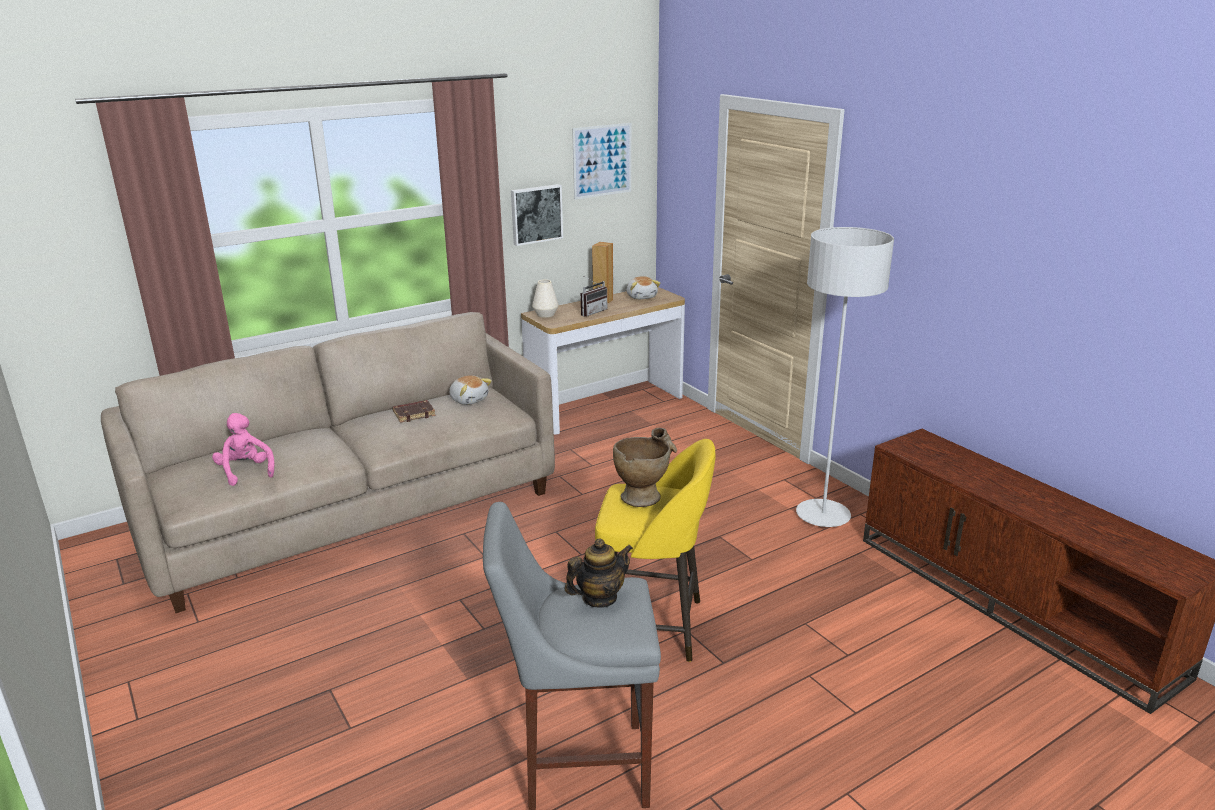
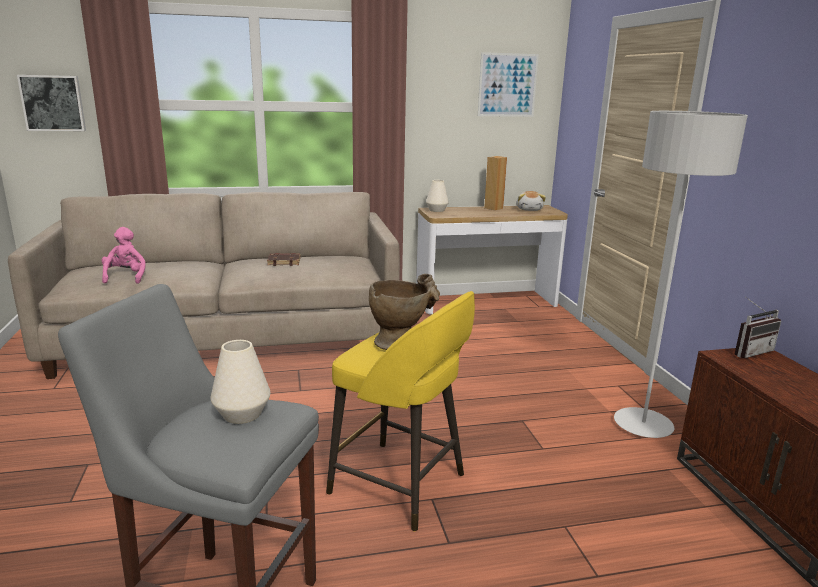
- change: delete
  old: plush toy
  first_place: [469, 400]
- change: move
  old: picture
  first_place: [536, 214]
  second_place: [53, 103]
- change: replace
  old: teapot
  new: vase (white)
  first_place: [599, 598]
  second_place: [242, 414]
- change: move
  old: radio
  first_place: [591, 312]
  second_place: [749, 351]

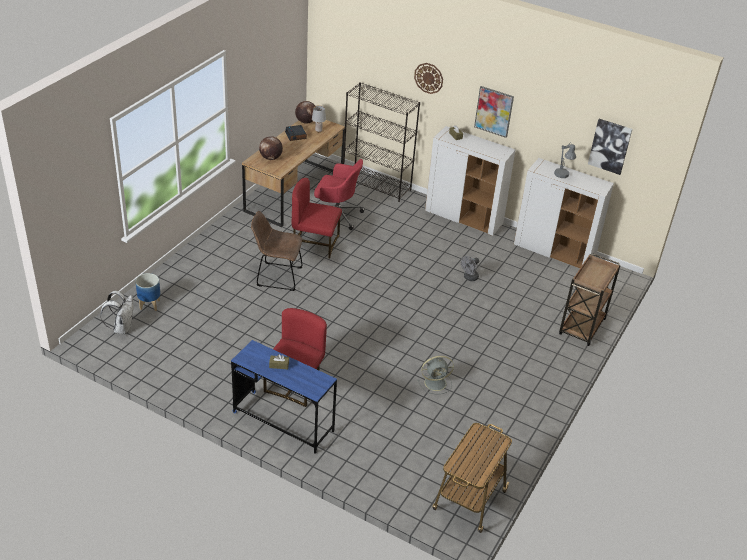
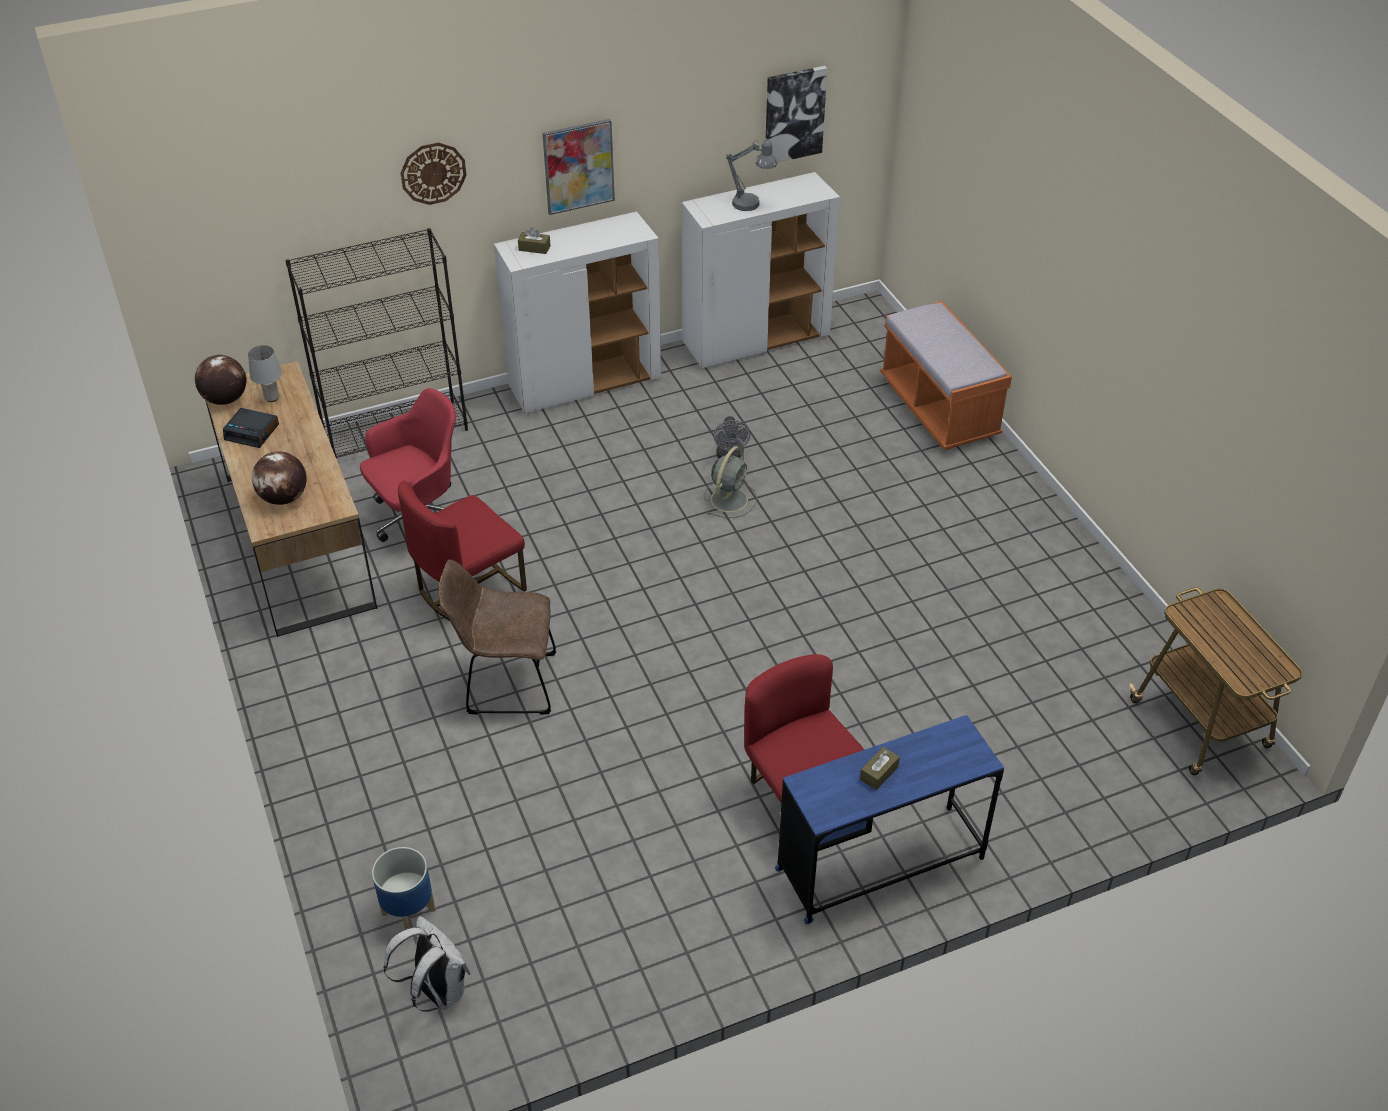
- change: rotate
  old: chair (brown)
  first_place: [276, 276]
  second_place: [506, 683]
  degrees: 45
- change: move
  old: fan (grey)
  first_place: [436, 383]
  second_place: [730, 499]
- change: replace
  old: cart (brown)
  new: bench (orange)
  first_place: [582, 327]
  second_place: [938, 408]

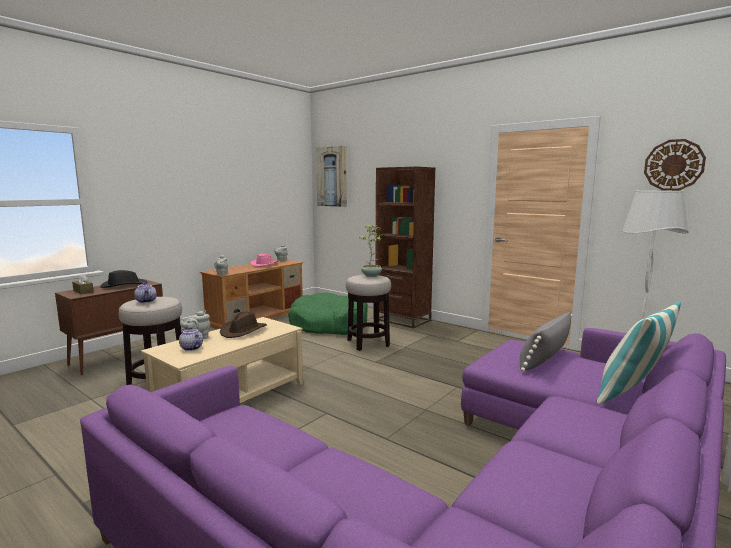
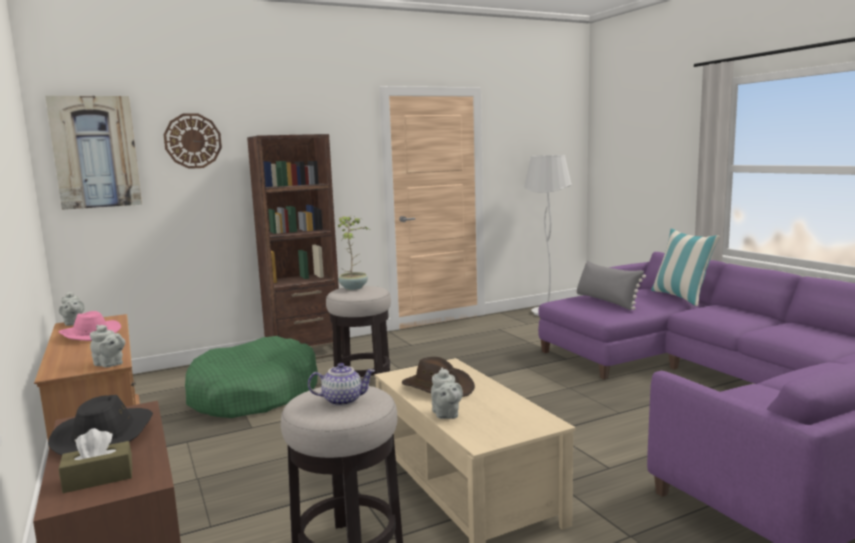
- change: delete
  old: teapot
  first_place: [191, 348]
- change: move
  old: wall clock
  first_place: [673, 165]
  second_place: [193, 141]

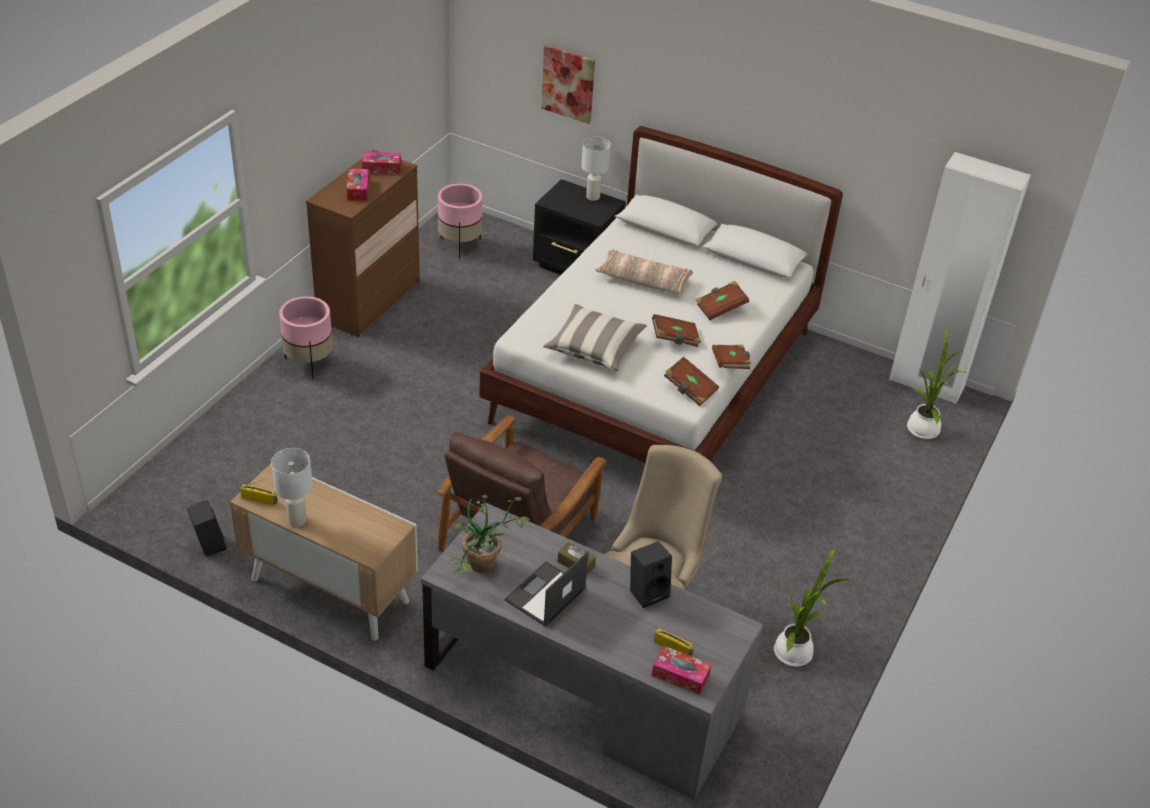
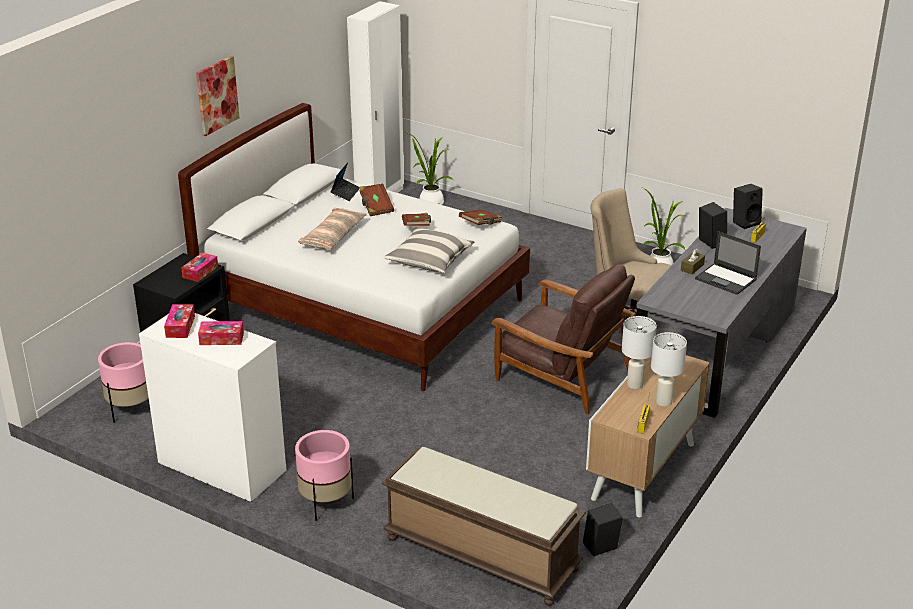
- change: recolor
  old: dresser (brown)
  new: dresser (white)
  first_place: [369, 301]
  second_place: [222, 467]
- change: delete
  old: potted plant
  first_place: [483, 569]
- change: move
  old: picture
  first_place: [568, 84]
  second_place: [216, 95]
- change: move
  old: table lamp (white)
  first_place: [592, 197]
  second_place: [635, 385]
- change: move
  old: tissue box
  first_place: [680, 675]
  second_place: [200, 272]
- change: delete
  old: book (brown)
  first_place: [731, 364]
- change: insert
  new: laptop
  second_place: [345, 193]
- change: insert
  new: bench (brown)
  second_place: [479, 554]
- change: insert
  new: speaker (black)
  second_place: [745, 222]

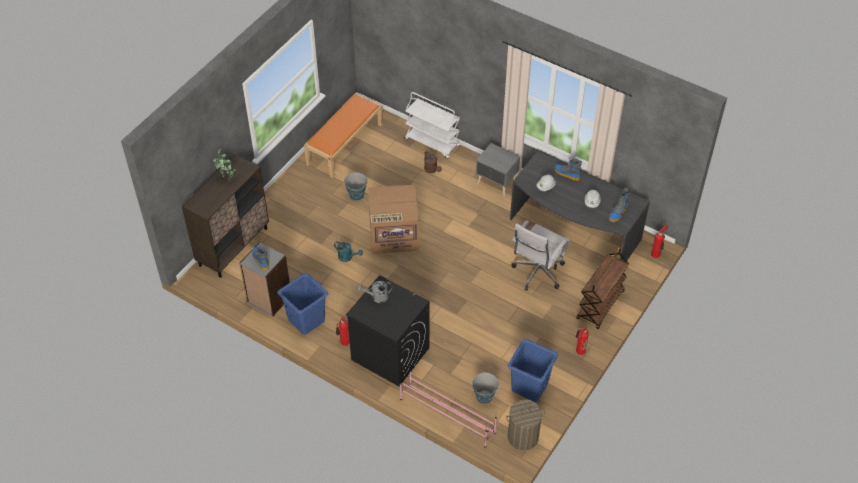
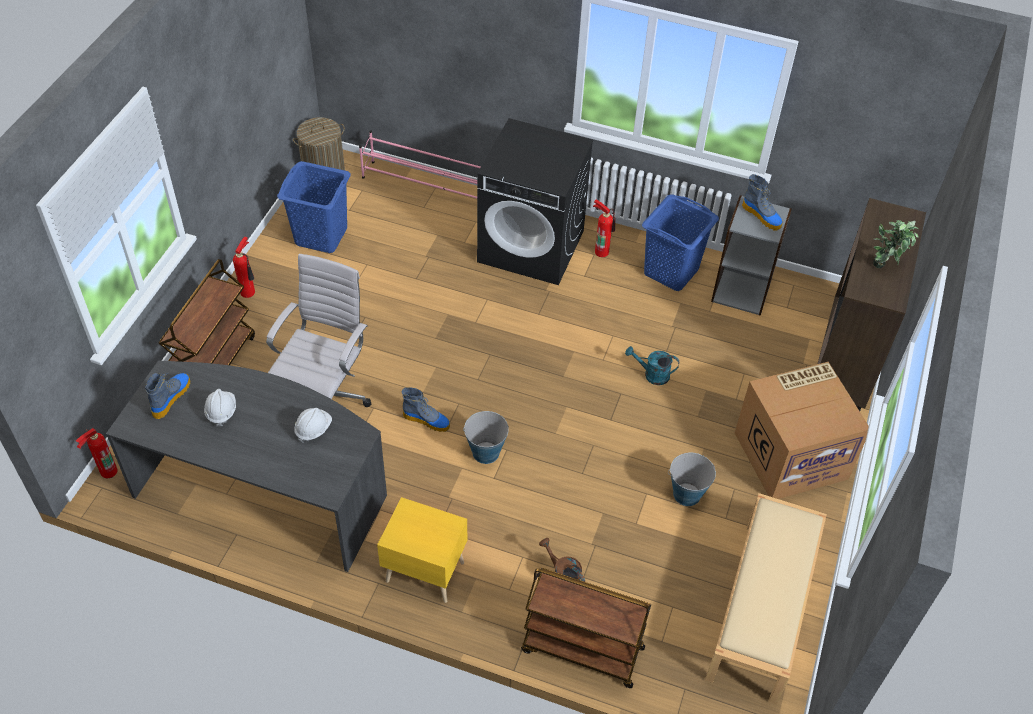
- change: recolor
  old: bench (orange)
  new: bench (beige)
  first_place: [345, 143]
  second_place: [762, 610]
- change: delete
  old: watering can (grey)
  first_place: [376, 297]
- change: move
  old: cardboard box
  first_place: [393, 234]
  second_place: [791, 454]
- change: recolor
  old: cart (white)
  new: cart (brown)
  first_place: [432, 143]
  second_place: [581, 649]
- change: move
  old: bucket
  first_place: [484, 396]
  second_place: [485, 452]
- change: recolor
  old: nightstand (grey)
  new: nightstand (yellow)
  first_place: [496, 184]
  second_place: [424, 570]
- change: move
  old: boot
  first_place: [566, 174]
  second_place: [427, 420]

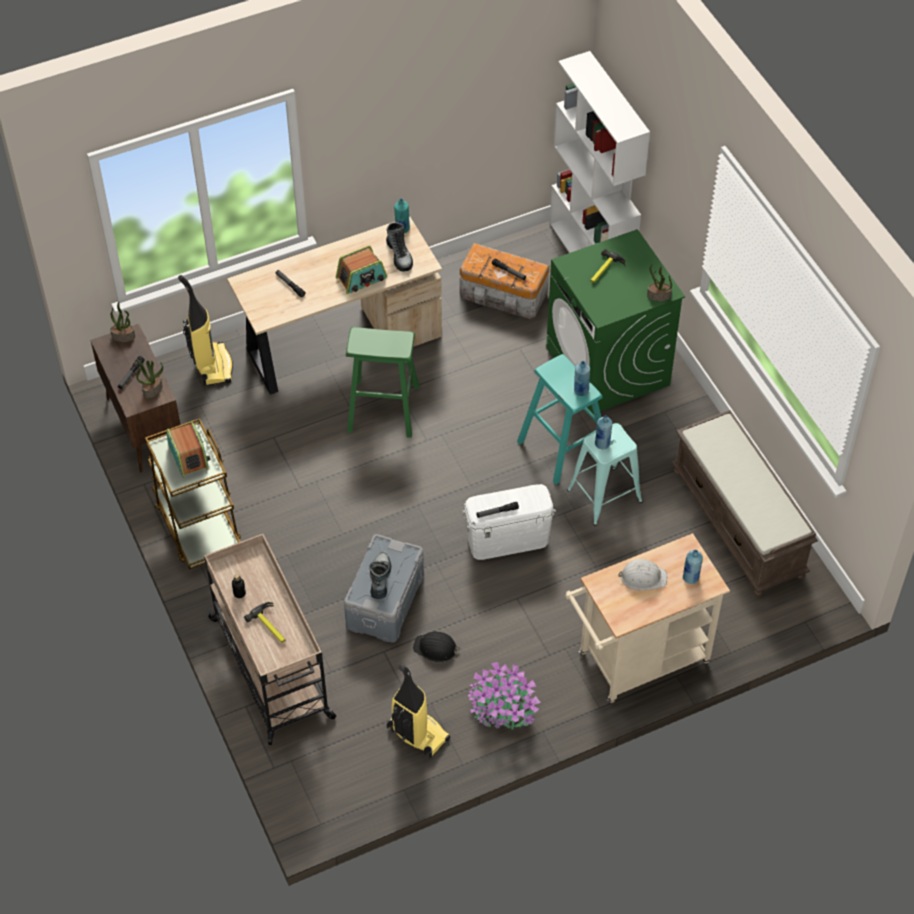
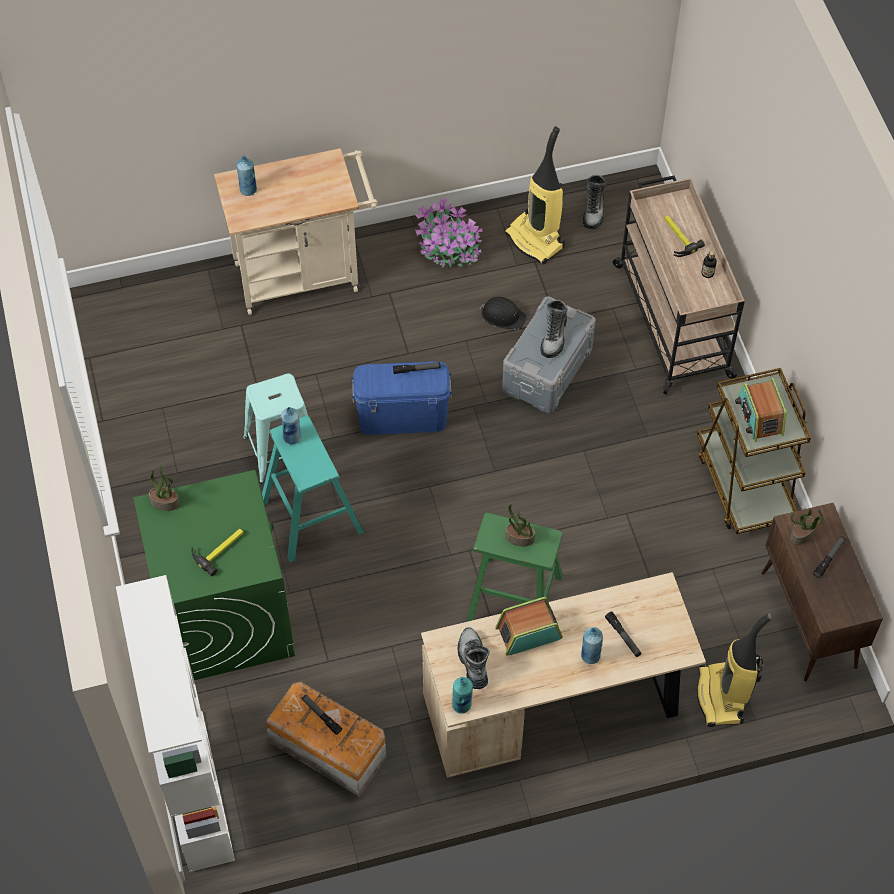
- change: move
  old: potted plant
  first_place: [124, 336]
  second_place: [519, 538]
- change: recolor
  old: storage box (white)
  new: storage box (blue)
  first_place: [508, 539]
  second_place: [402, 417]
- change: move
  old: bottle (blue)
  first_place: [602, 444]
  second_place: [590, 655]
- change: delete
  old: hard hat (white)
  first_place: [643, 577]
- change: delete
  old: bench (brown)
  first_place: [739, 523]
- change: insert
  new: boot
  second_place: [594, 210]

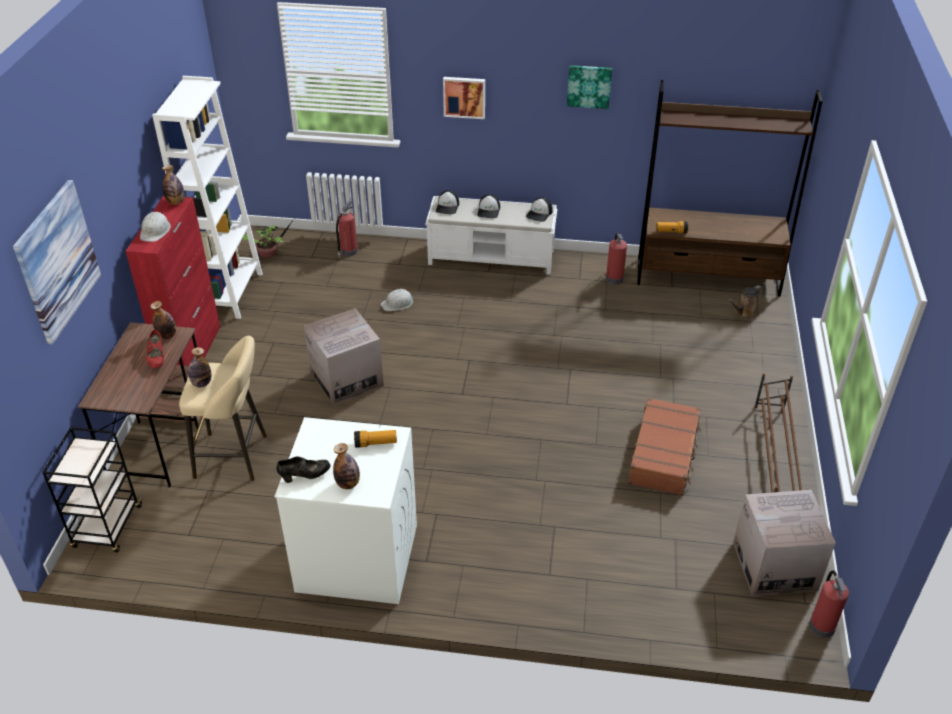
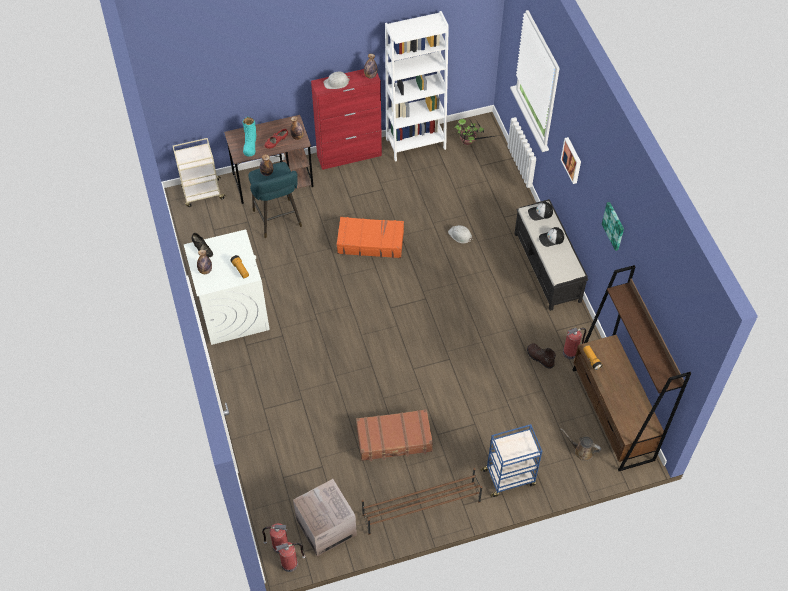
- change: delete
  old: picture
  first_place: [57, 261]
- change: recolor
  old: cart (black)
  new: cart (beige)
  first_place: [107, 527]
  second_place: [202, 193]
- change: recolor
  old: stool (beige)
  new: stool (turquoise)
  first_place: [235, 457]
  second_place: [278, 221]
- change: replace
  old: cardboard box
  new: suitcase (orange)
  first_place: [346, 379]
  second_place: [370, 242]
- change: move
  old: fire extinguisher
  first_place: [348, 251]
  second_place: [279, 545]
- change: recolor
  old: bench (white)
  new: bench (black)
  first_place: [492, 257]
  second_place: [547, 268]
- change: delete
  old: cap
  first_place: [539, 213]
- change: insert
  new: boot (turquoise)
  second_place: [250, 144]
- change: insert
  new: cart (blue)
  second_place: [509, 477]
- change: insert
  new: boot (brown)
  second_place: [540, 358]

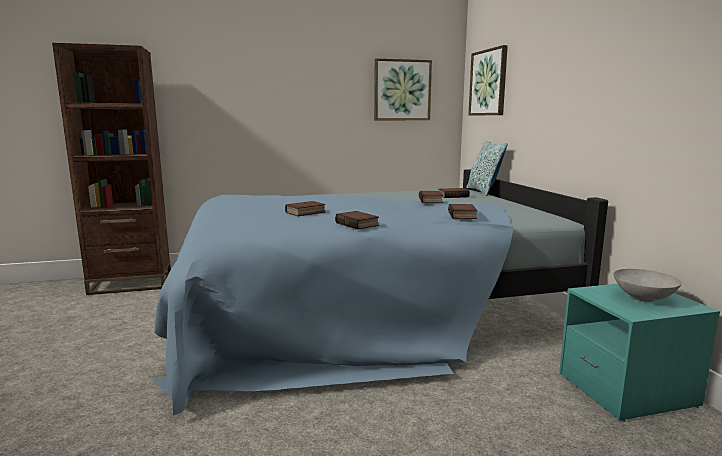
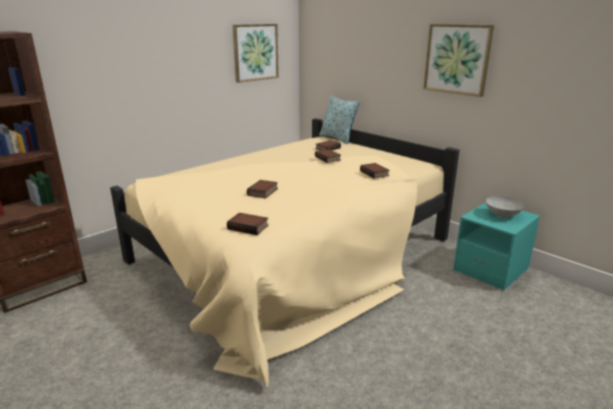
- change: recolor
  old: bed (blue)
  new: bed (beige)
  first_place: [366, 310]
  second_place: [293, 255]
- change: move
  old: book
  first_place: [358, 224]
  second_place: [249, 227]
- change: move
  old: picture
  first_place: [488, 83]
  second_place: [457, 59]

